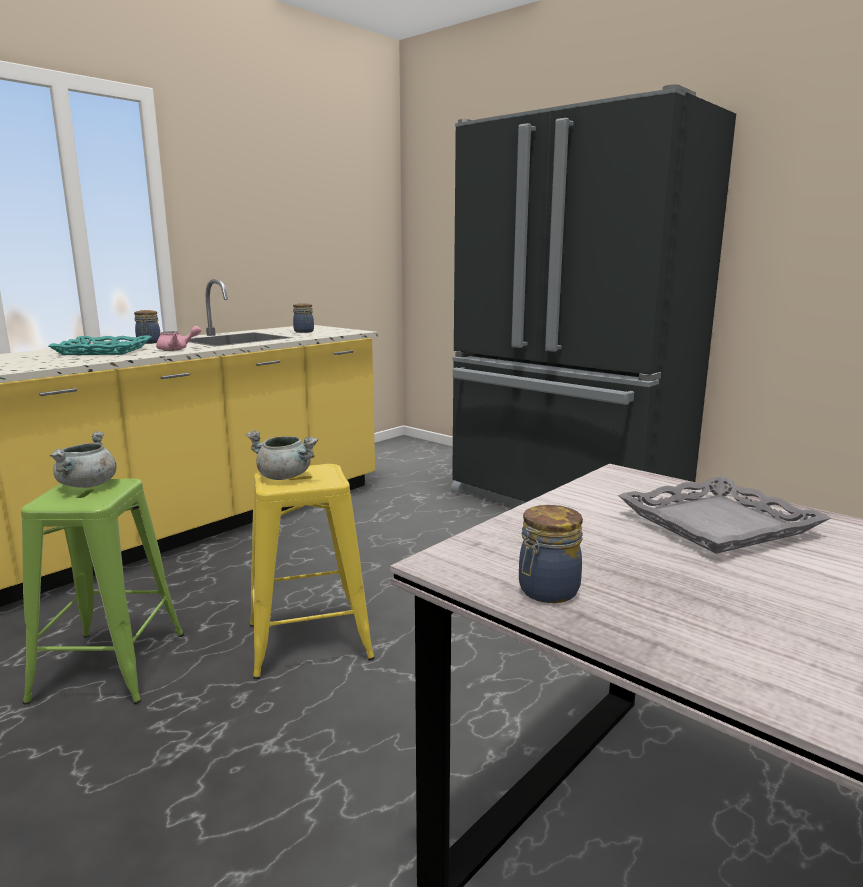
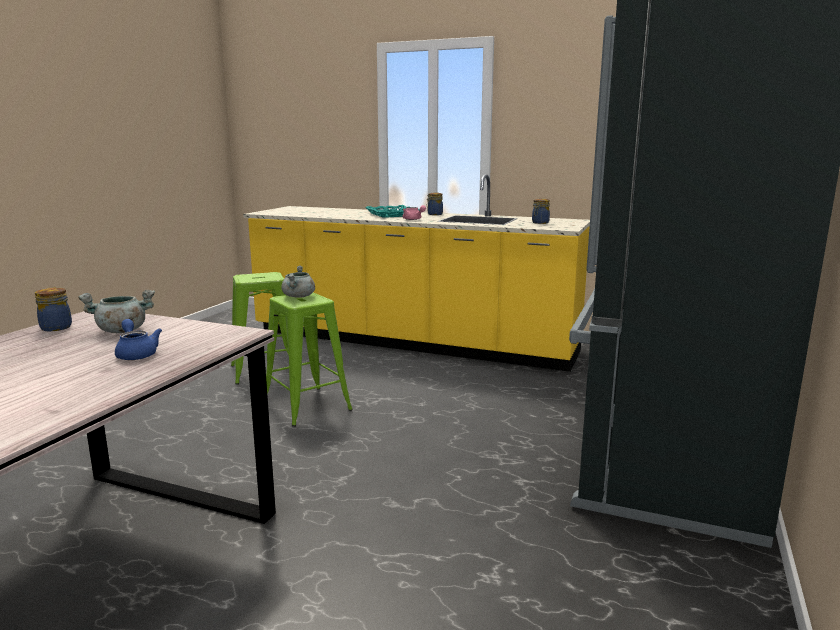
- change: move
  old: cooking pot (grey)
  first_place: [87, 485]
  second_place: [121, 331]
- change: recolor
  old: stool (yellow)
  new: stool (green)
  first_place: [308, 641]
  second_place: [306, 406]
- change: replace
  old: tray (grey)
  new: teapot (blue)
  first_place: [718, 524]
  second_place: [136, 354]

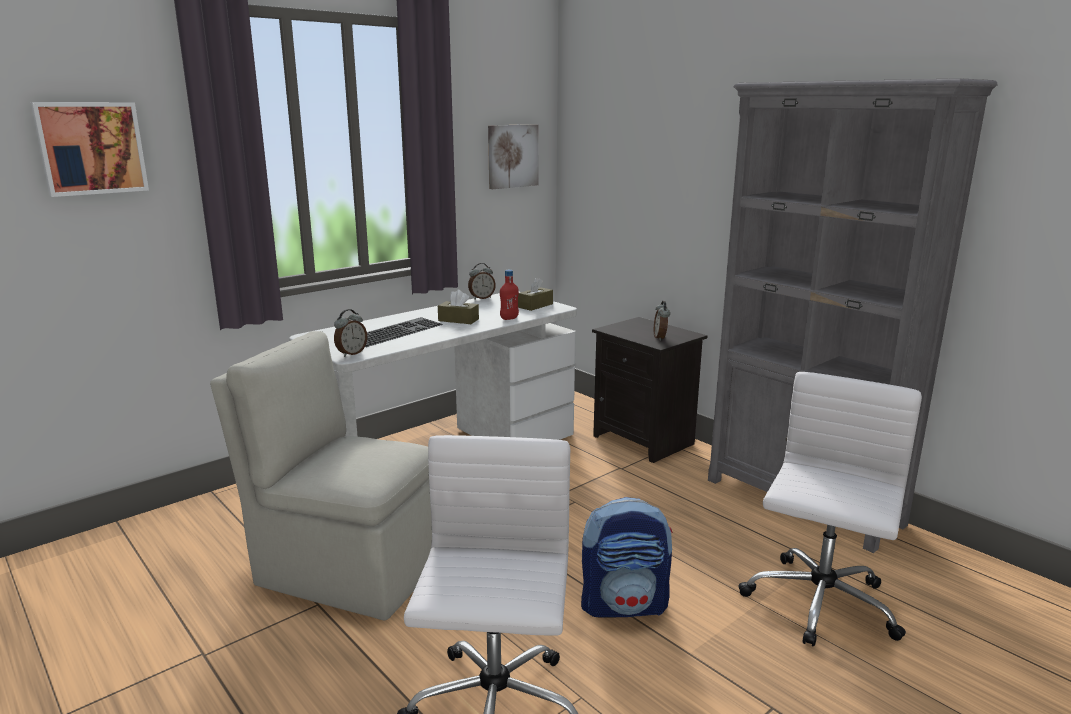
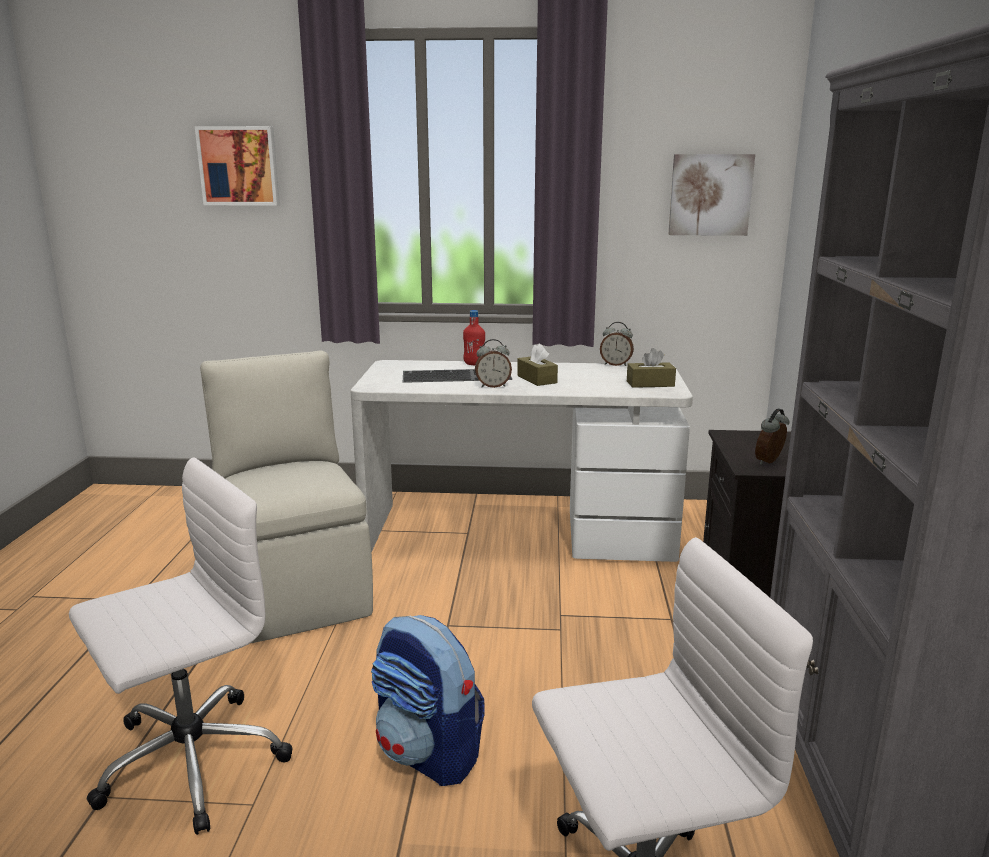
- change: move
  old: alarm clock
  first_place: [351, 353]
  second_place: [493, 386]
- change: move
  old: bottle (red)
  first_place: [509, 318]
  second_place: [474, 364]

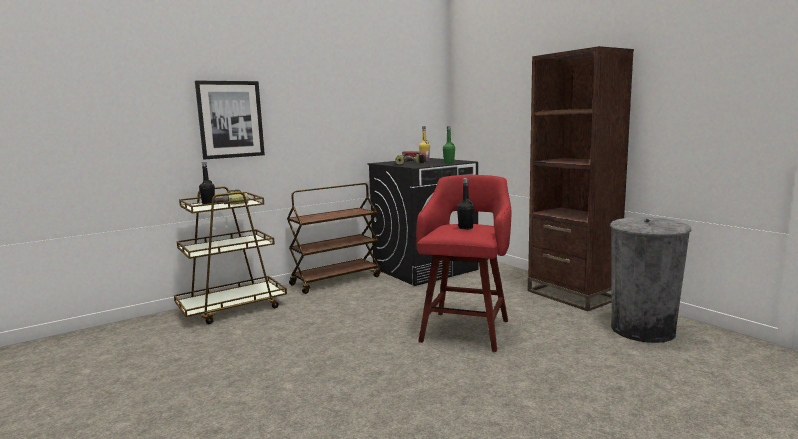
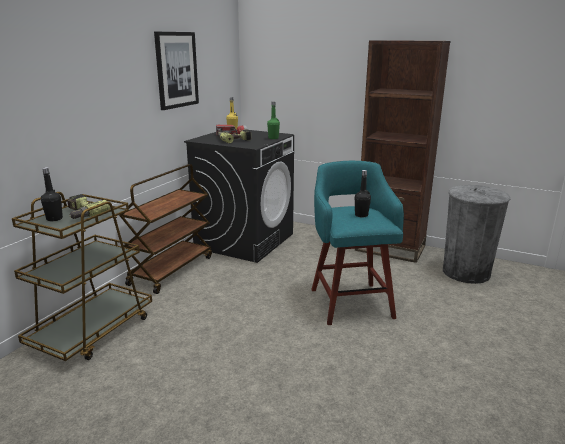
- change: move
  old: picture
  first_place: [230, 119]
  second_place: [176, 70]
- change: recolor
  old: stool (red)
  new: stool (turquoise)
  first_place: [466, 329]
  second_place: [350, 301]

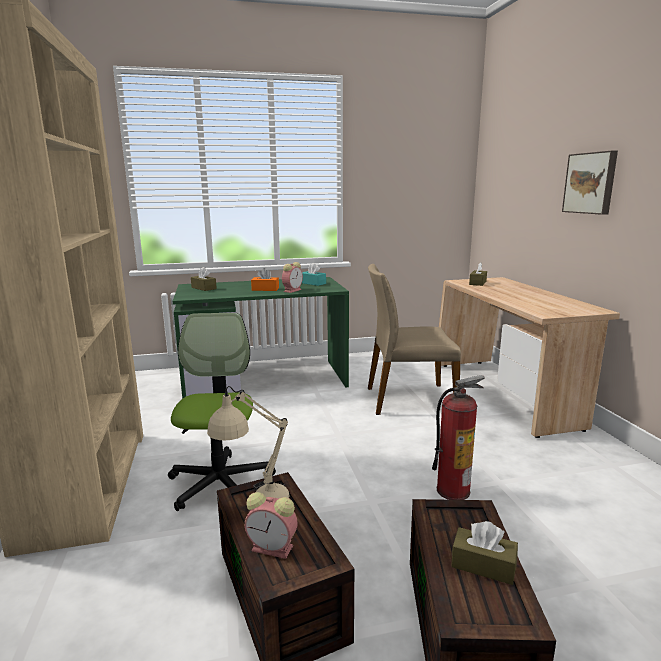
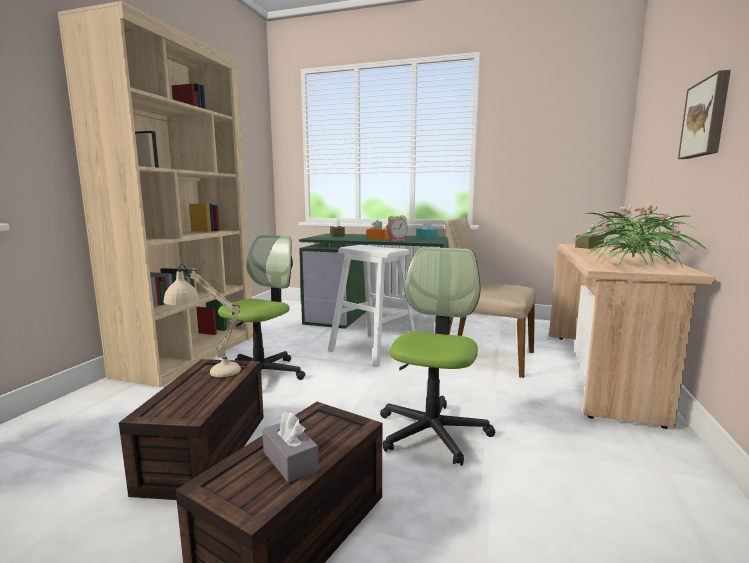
- change: delete
  old: alarm clock
  first_place: [274, 548]
- change: replace
  old: fire extinguisher
  new: office chair
  first_place: [453, 490]
  second_place: [432, 432]
- change: recolor
  old: tissue box (brown)
  new: tissue box (grey)
  first_place: [483, 565]
  second_place: [290, 460]
- change: insert
  new: stool (white)
  second_place: [373, 349]
- change: insert
  new: potted plant
  second_place: [633, 264]

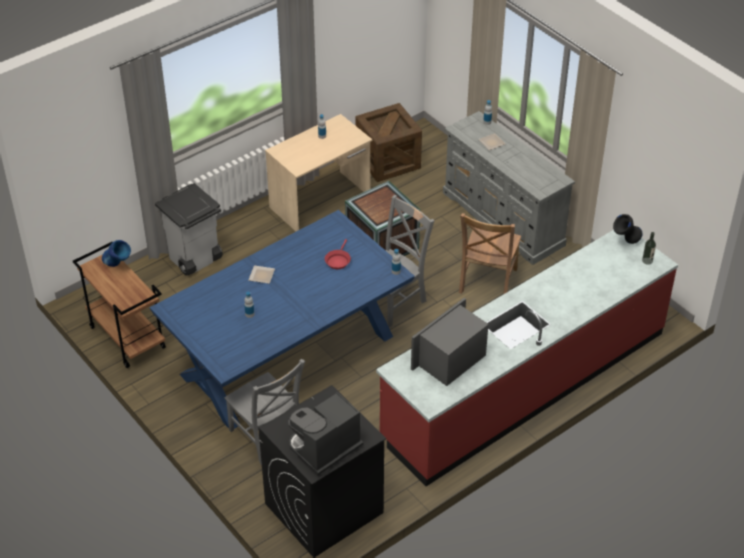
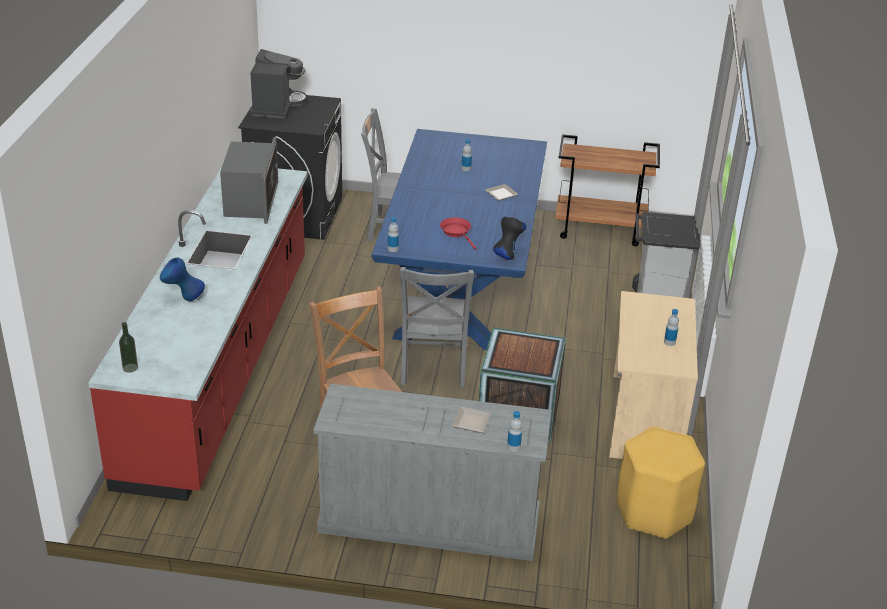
- change: move
  old: vase (blue)
  first_place: [118, 266]
  second_place: [183, 299]
- change: replace
  old: crate
  new: stool (yellow)
  first_place: [388, 161]
  second_place: [654, 511]
- change: move
  old: vase (black)
  first_place: [625, 242]
  second_place: [507, 255]

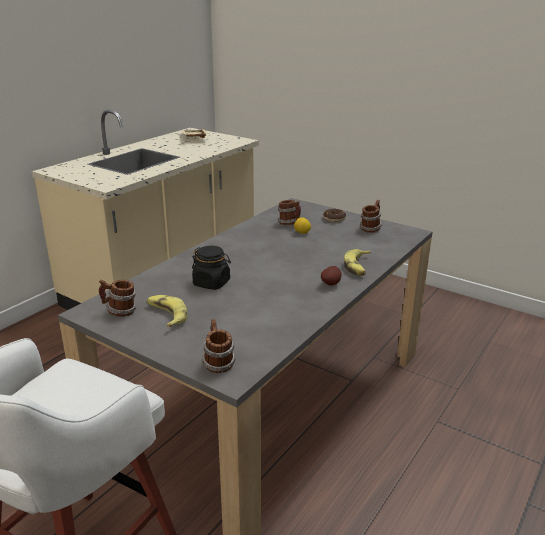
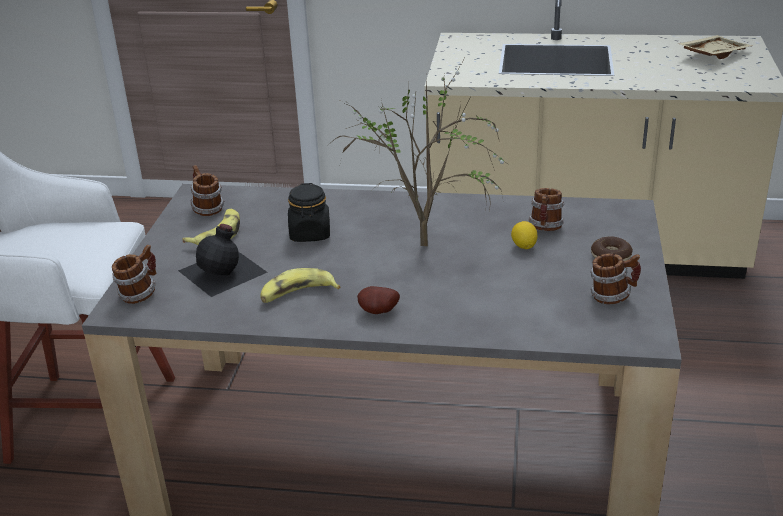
- change: move
  old: banana
  first_place: [358, 267]
  second_place: [297, 294]
- change: insert
  new: bottle (black)
  second_place: [224, 271]
- change: insert
  new: potted plant
  second_place: [426, 248]

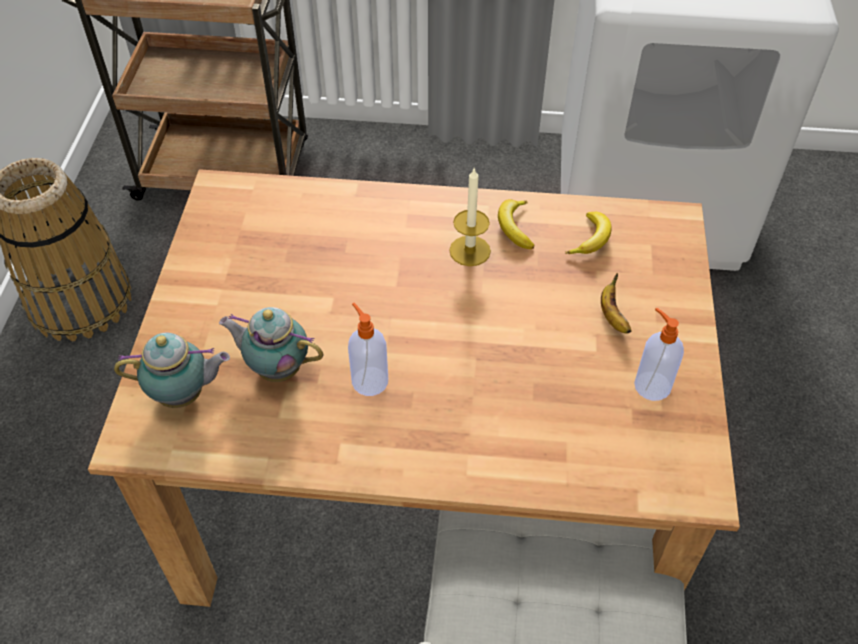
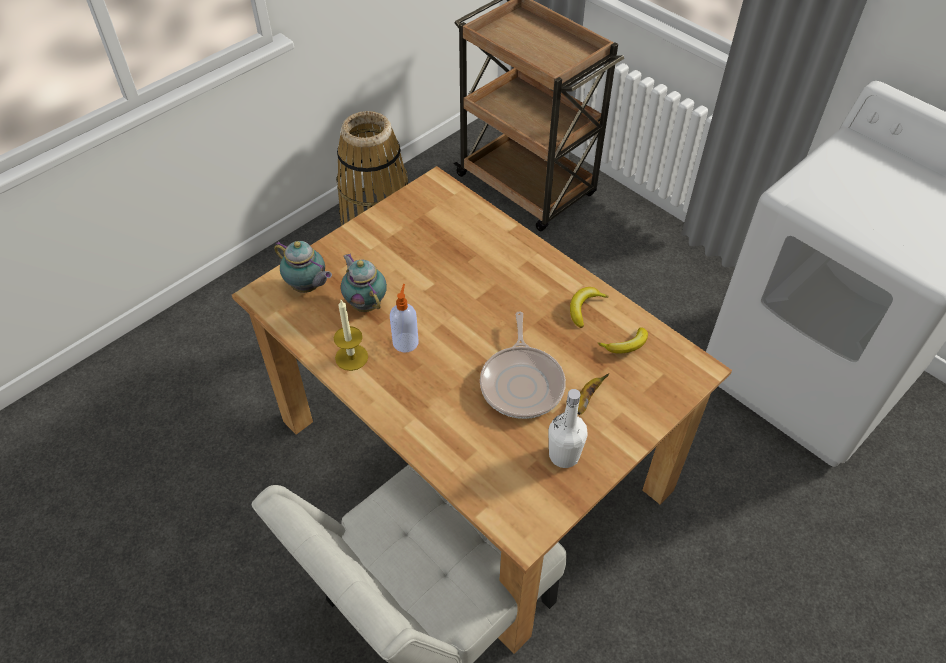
- change: move
  old: candle
  first_place: [470, 251]
  second_place: [351, 357]
- change: replace
  old: soap dispenser
  new: bottle (white)
  first_place: [651, 385]
  second_place: [564, 455]
- change: insert
  new: frying pan
  second_place: [522, 382]

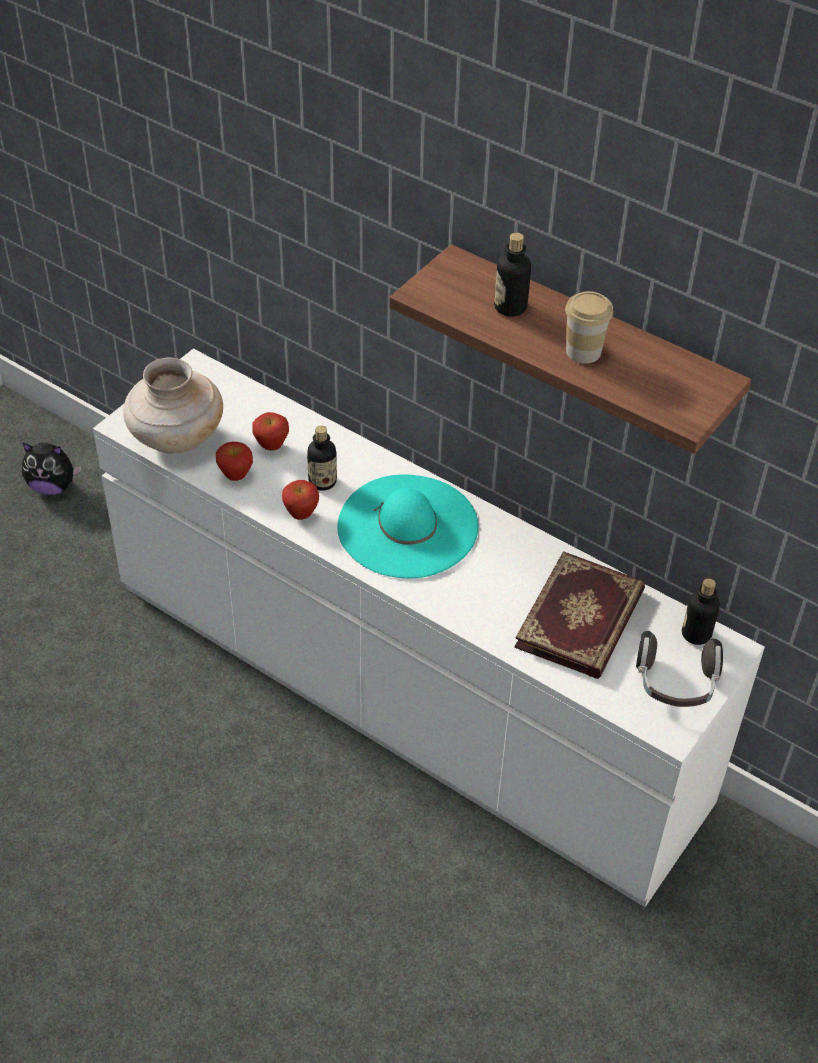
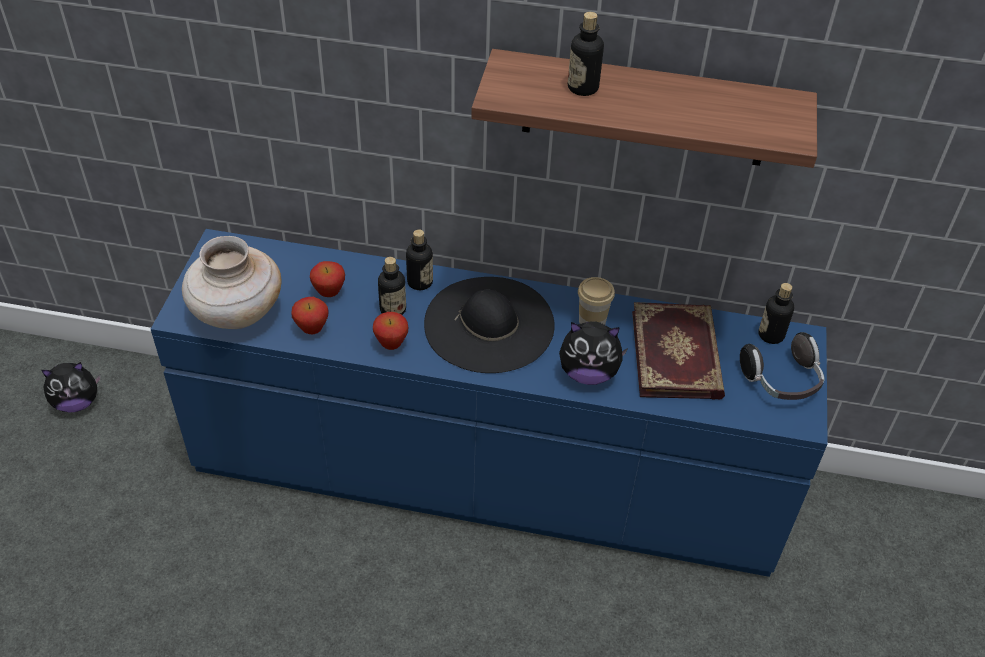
- change: recolor
  old: dresser (white)
  new: dresser (blue)
  first_place: [405, 691]
  second_place: [486, 472]
- change: recolor
  old: hat (turquoise)
  new: hat (black)
  first_place: [408, 526]
  second_place: [489, 324]
- change: move
  old: cup
  first_place: [583, 352]
  second_place: [592, 321]
- change: insert
  new: bottle
  second_place: [420, 282]
- change: insert
  new: plush toy
  second_place: [588, 373]

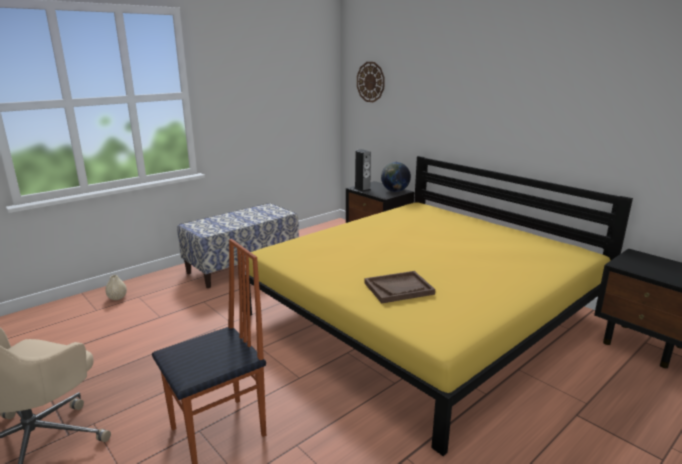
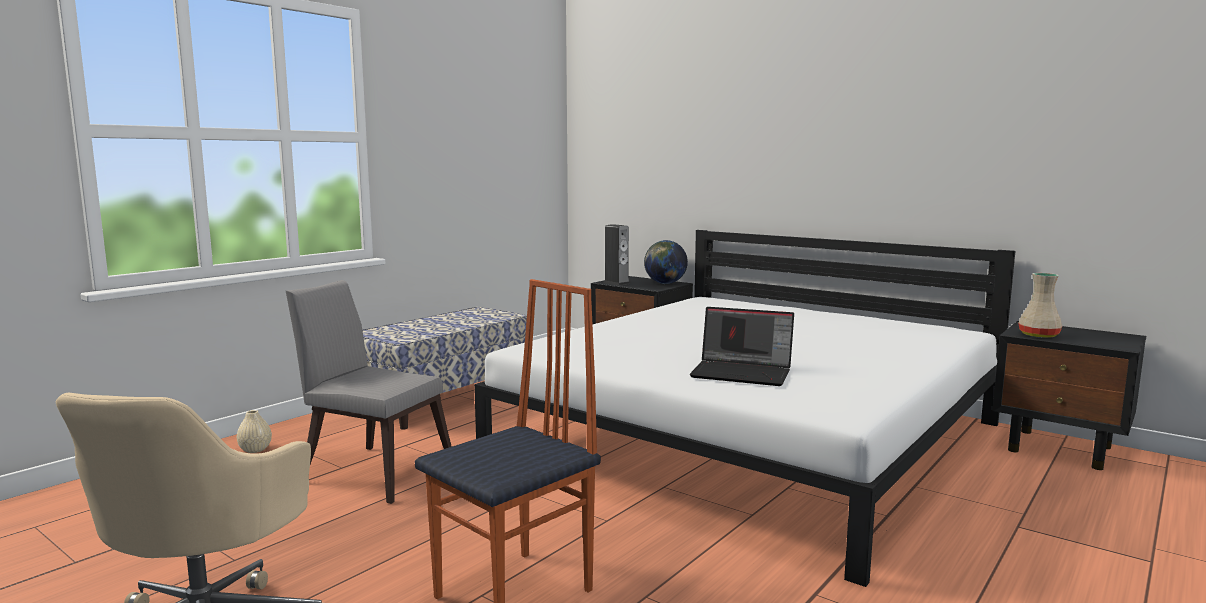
- change: recolor
  old: bed (yellow)
  new: bed (white)
  first_place: [424, 315]
  second_place: [752, 438]
- change: delete
  old: wall clock
  first_place: [370, 82]
- change: replace
  old: tray (brown)
  new: laptop
  first_place: [398, 288]
  second_place: [743, 373]
- change: insert
  new: chair (grey)
  second_place: [372, 471]
- change: insert
  new: vase (beige)
  second_place: [1039, 335]

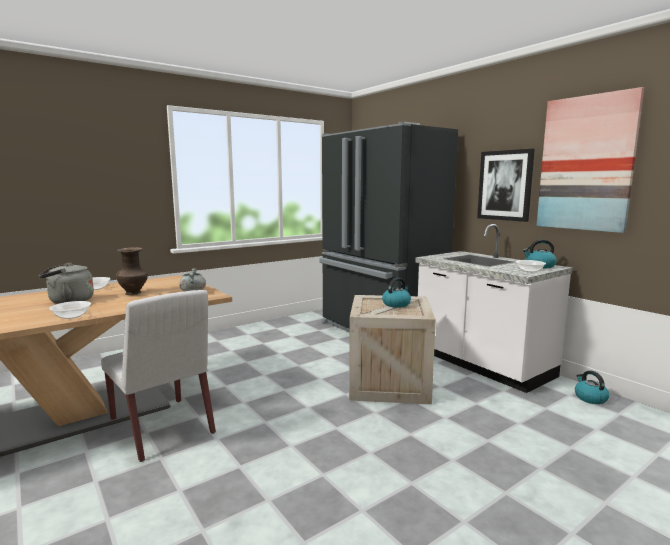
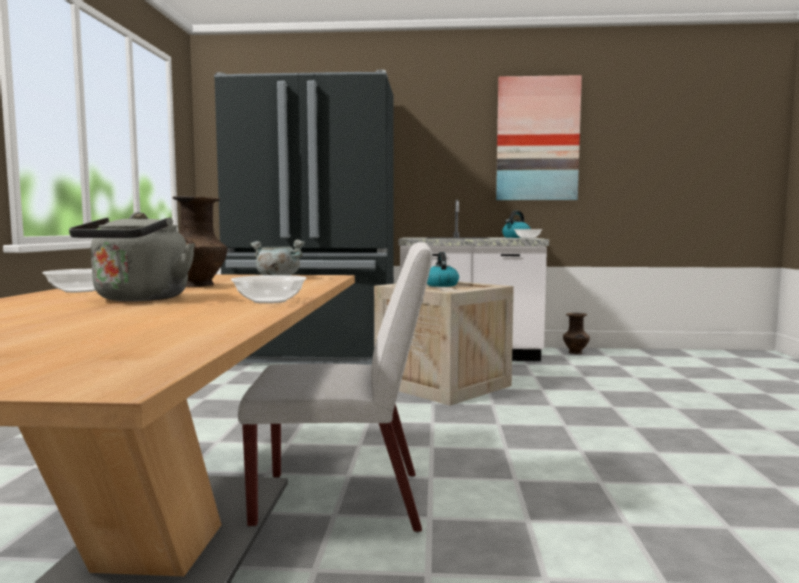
- change: delete
  old: picture
  first_place: [505, 185]
- change: replace
  old: kettle
  new: vase (brown)
  first_place: [590, 398]
  second_place: [575, 353]

